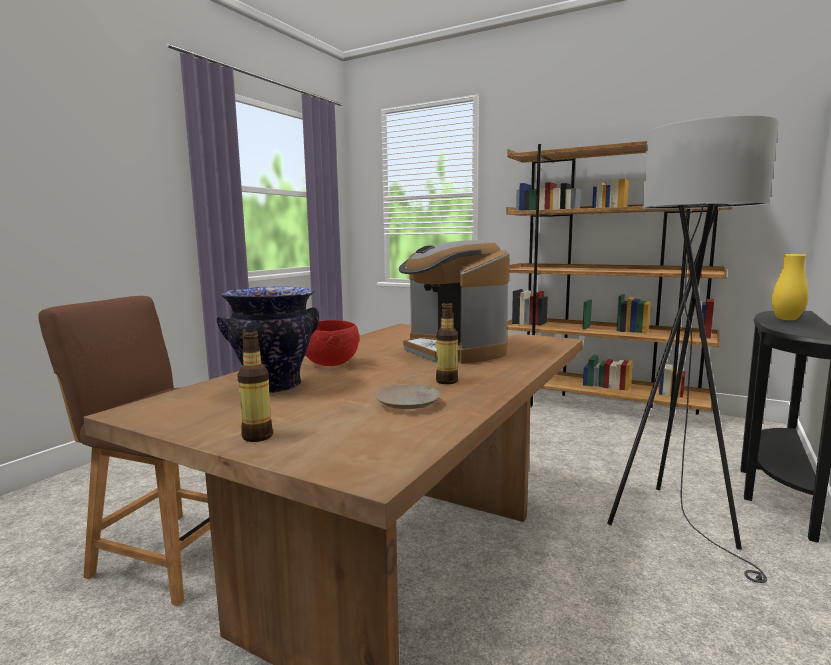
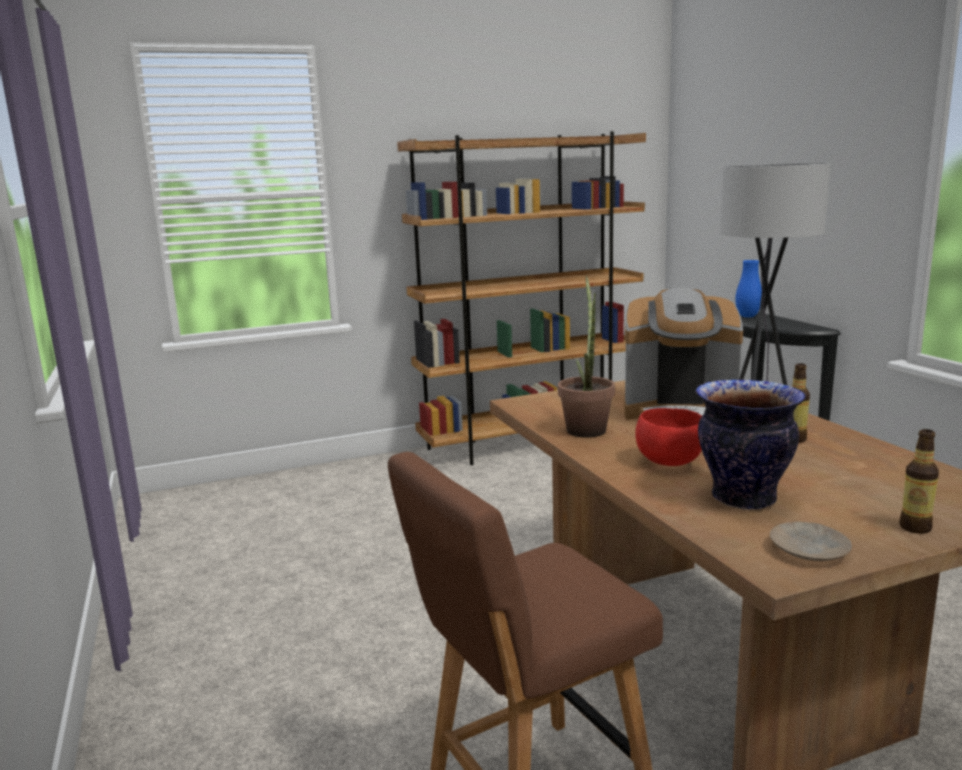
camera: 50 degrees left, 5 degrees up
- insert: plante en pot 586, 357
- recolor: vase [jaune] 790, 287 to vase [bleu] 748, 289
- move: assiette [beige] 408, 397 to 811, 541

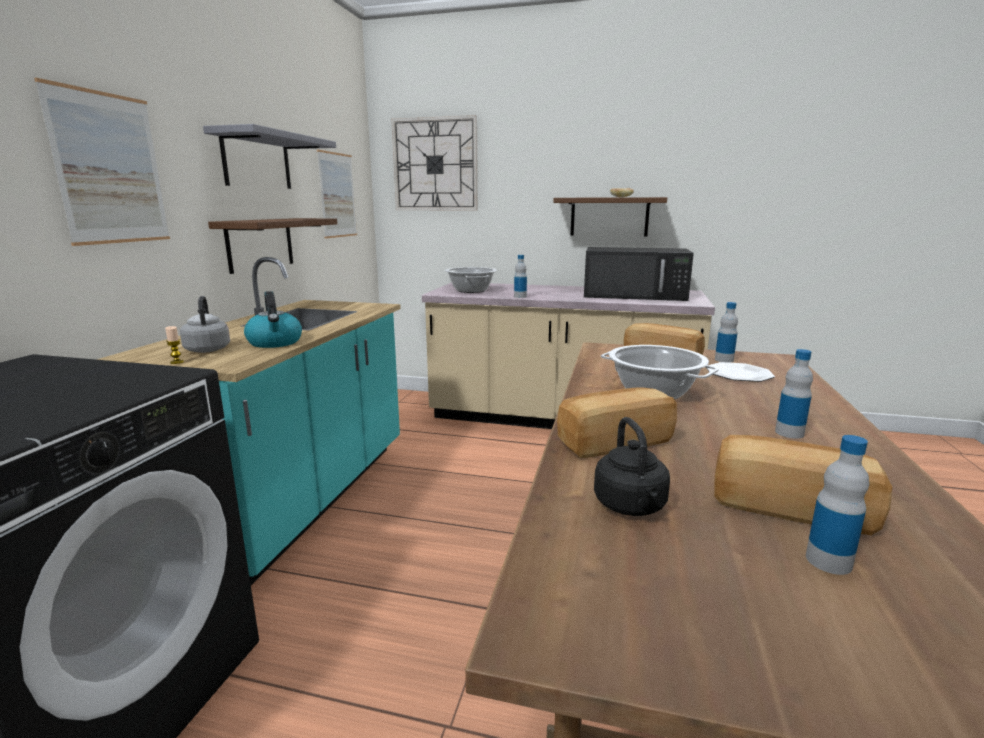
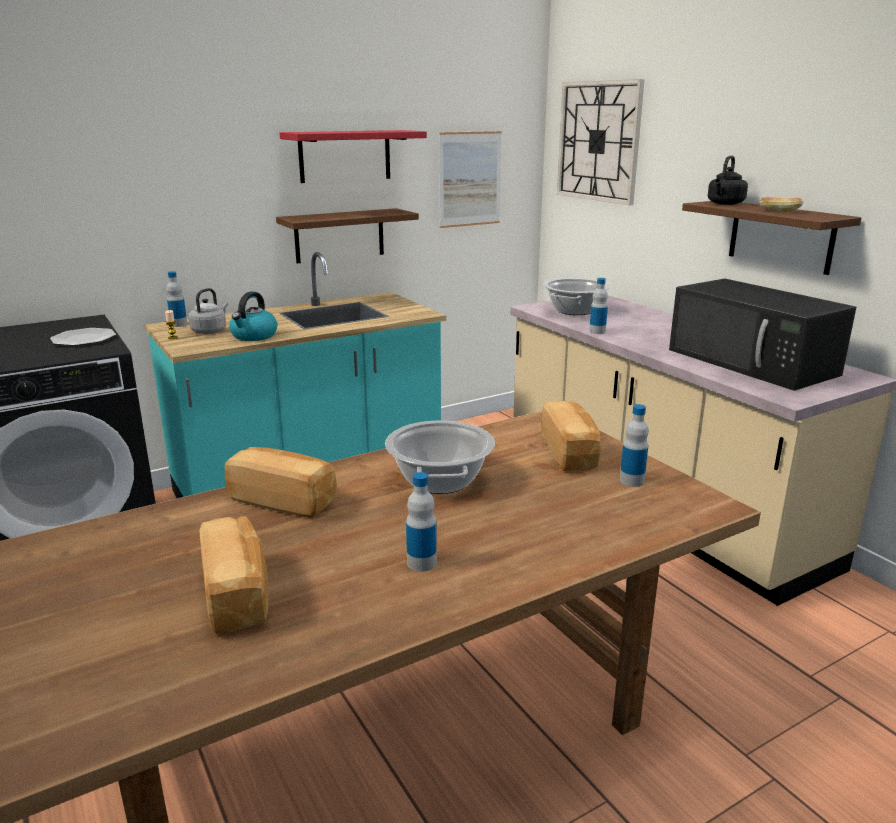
camera: 45 degrees right, 5 degrees up
- move: assiette 741, 372 to 83, 337
- move: bouteille 837, 505 to 176, 299
- recolor: étagère [gris] 269, 156 to étagère [rouge] 353, 156
- move: bouilloire [noir] 632, 466 to 728, 180
- delete: tableau 102, 162

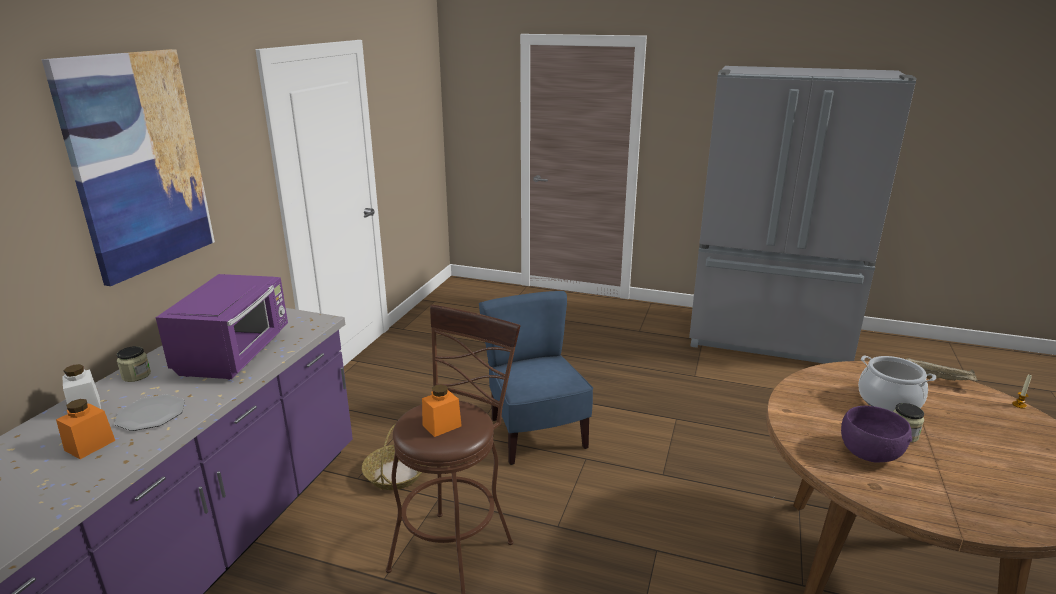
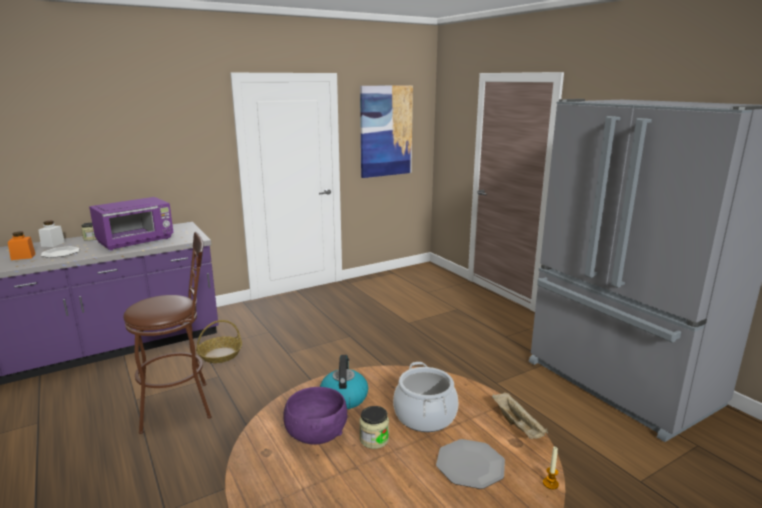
camera: 40 degrees right, 5 degrees down
- insert: bouilloire 344, 382
- move: tableau 128, 167 to 386, 131
- insert: assiette 470, 464
- delete: bocal [orange] 442, 410
- delete: chaise [bleu] 536, 378

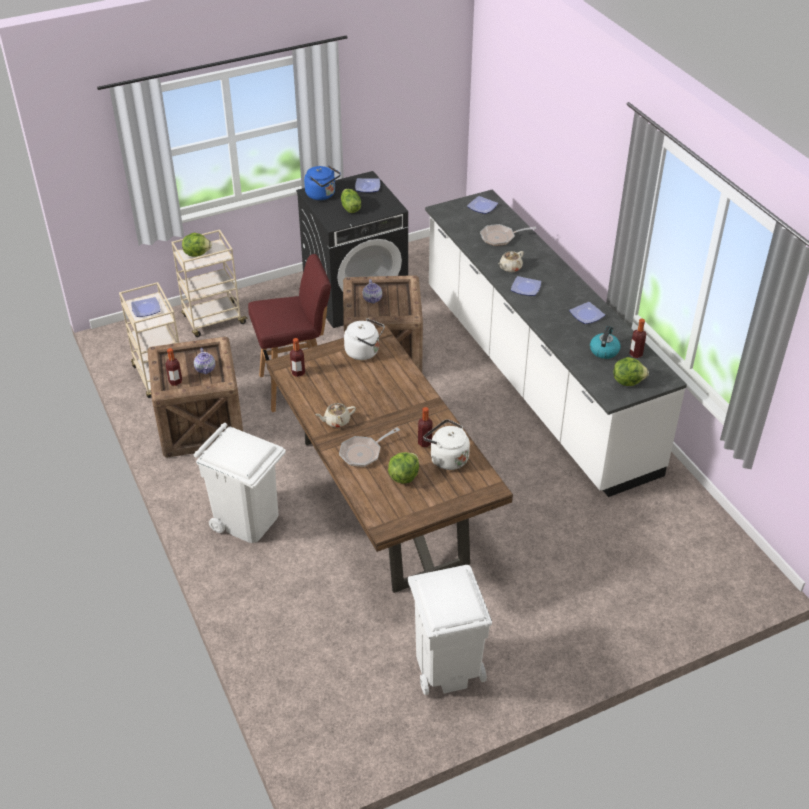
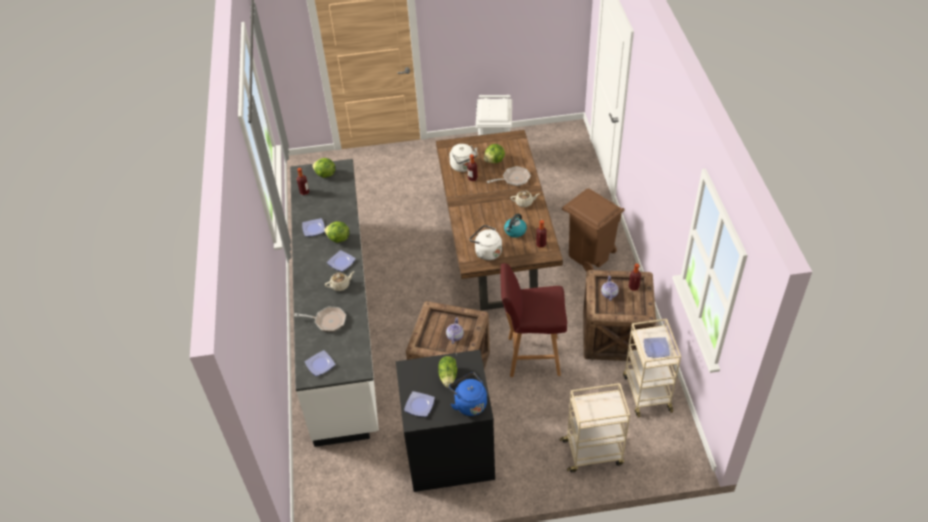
camera: 160 degrees left, 5 degrees up
- move: laitue 197, 245 to 336, 232
- move: bouilloire 605, 342 to 515, 226
- recolor: poubelle [blanc] 240, 483 to poubelle [marron] 593, 230

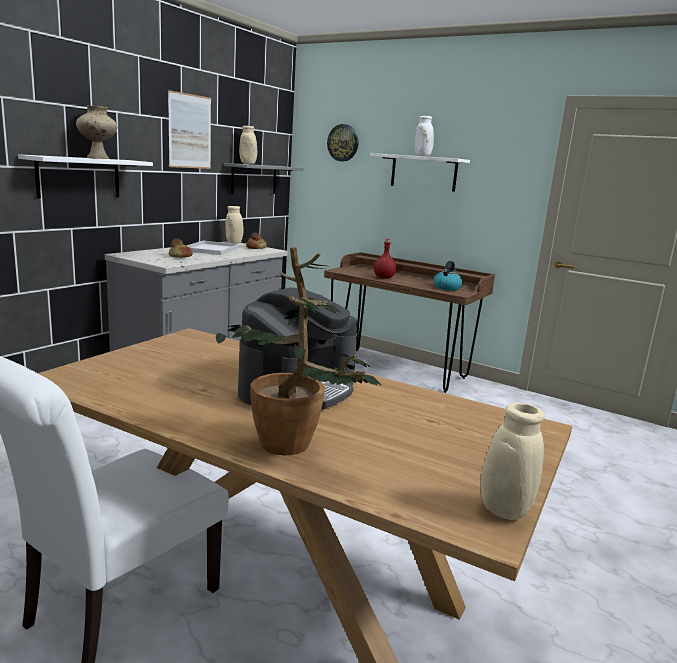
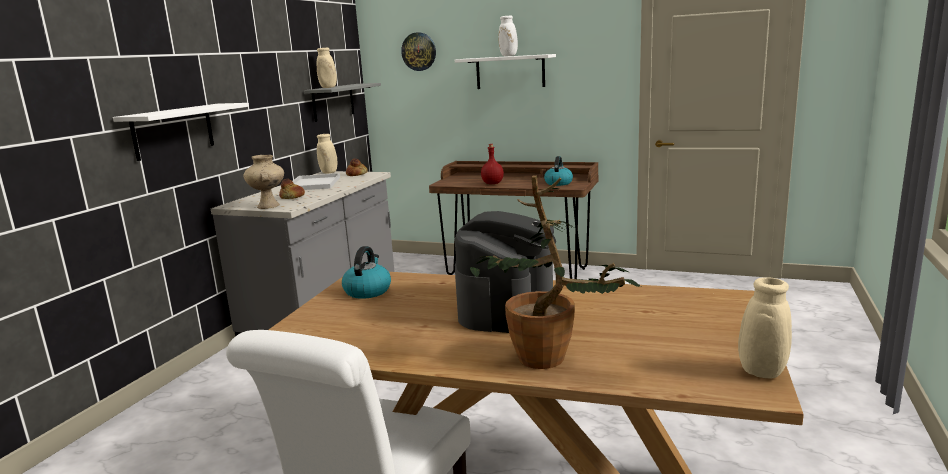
camera: 10 degrees left, 0 degrees up
- move: vase [beige] 96, 132 to 263, 182
- insert: bouilloire 366, 272
- delete: tableau 189, 129

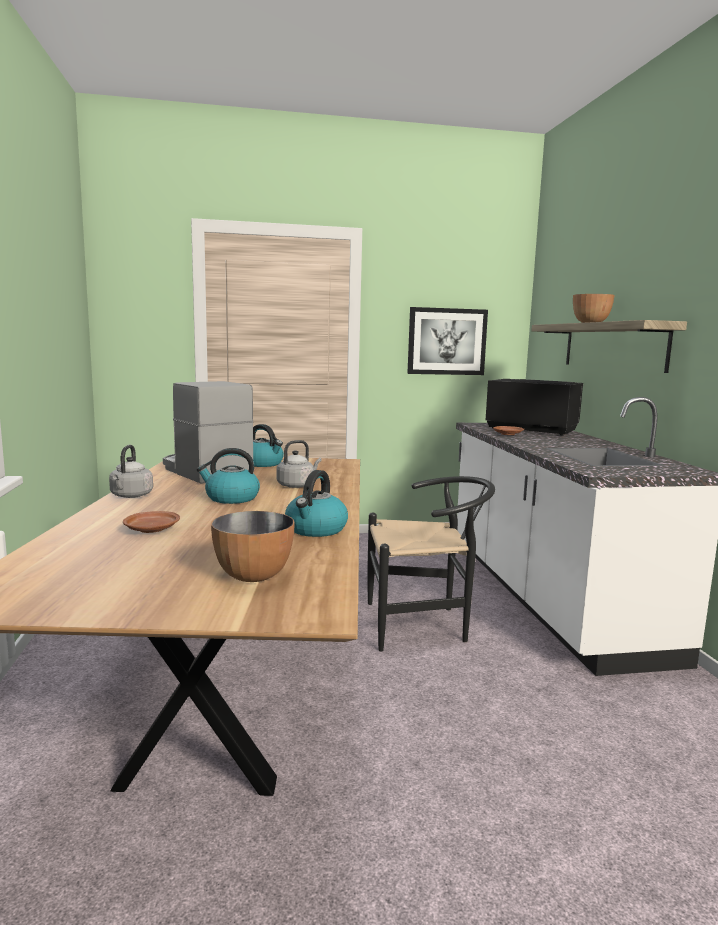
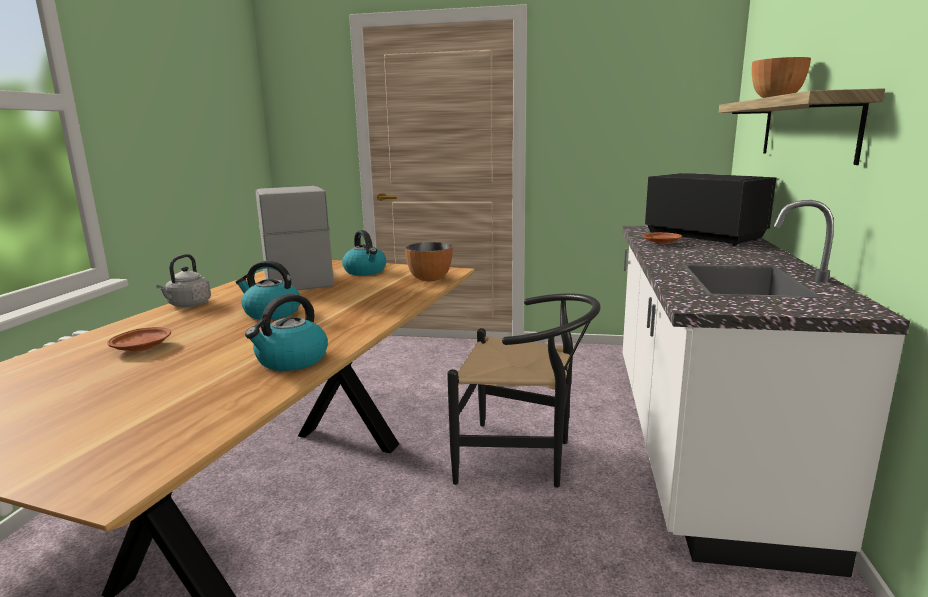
camera: 20 degrees right, 5 degrees up
- move: bol 253, 546 to 429, 261
- delete: bouilloire [gris] 299, 464
- delete: tableau 447, 341

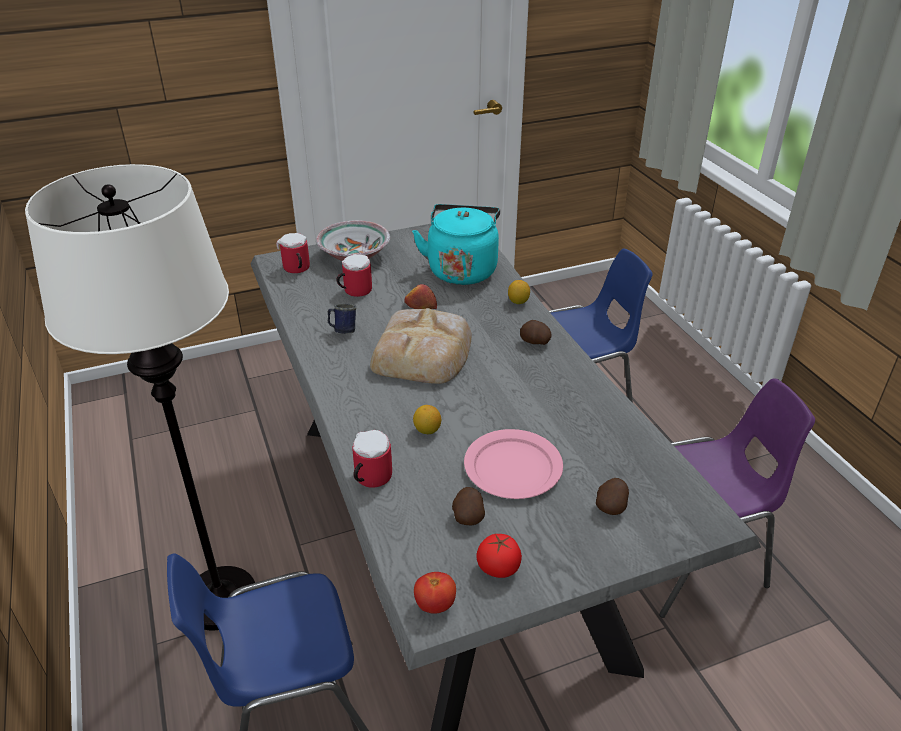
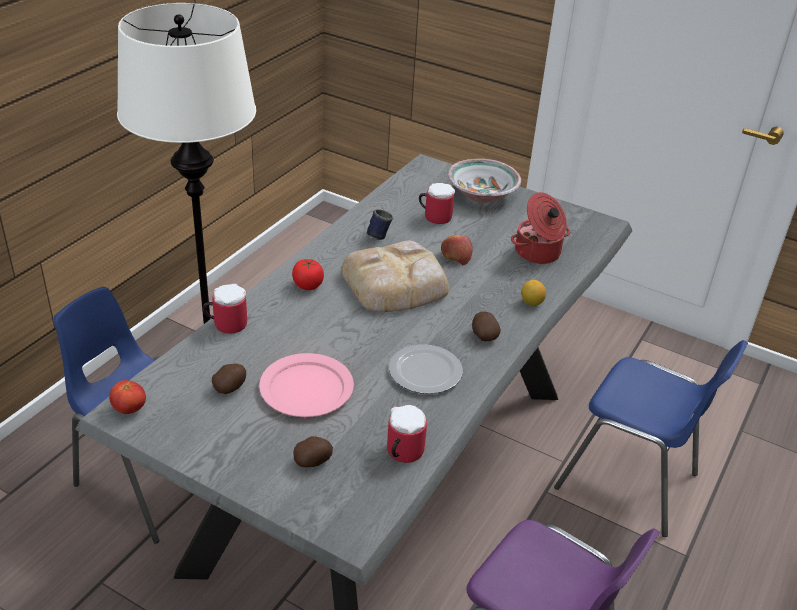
camera: 50 degrees right, 0 degrees up
- move: tomate 499, 556 to 308, 274
- move: mug 293, 253 to 407, 434
- insert: assiette 426, 369
- replace: bouilloire [turquoise] 456, 244 to marmite 540, 228
- delete: citron 427, 419

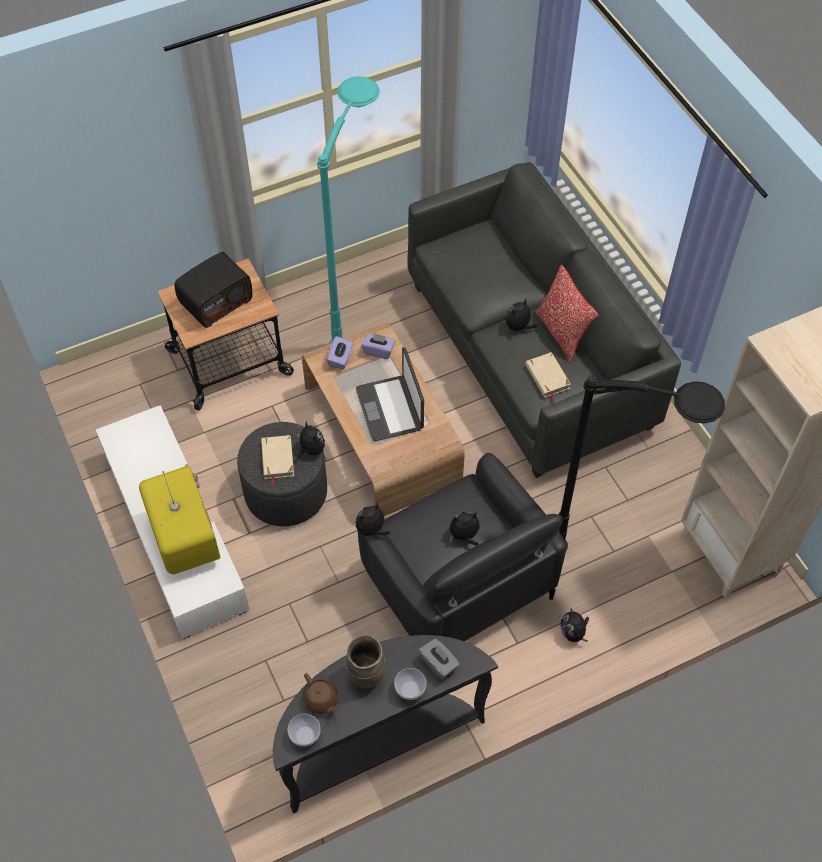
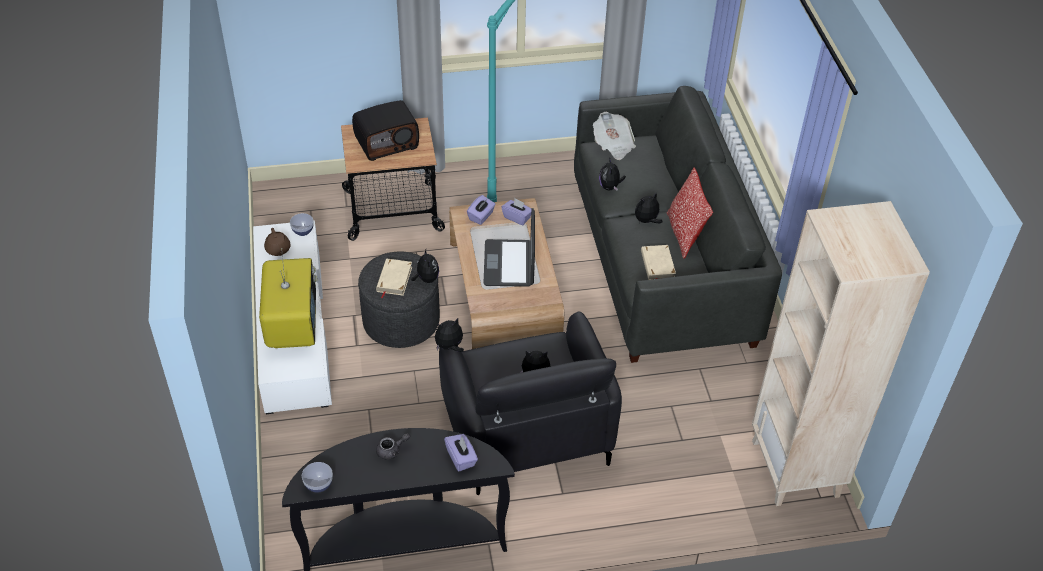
camera: 15 degrees right, 10 degrees down
- move: théière [marron] 320, 694 to 277, 242
- move: bol 410, 684 to 302, 224
- replace: vase [marron] 364, 662 to théière [gris] 393, 446
- recolor: boîte à mouchoirs [gris] 439, 659 to boîte à mouchoirs [violet] 461, 452
- insert: journal 614, 136
- move: peluche 574, 625 to 612, 174
- delete: lampadaire [noir] 642, 463

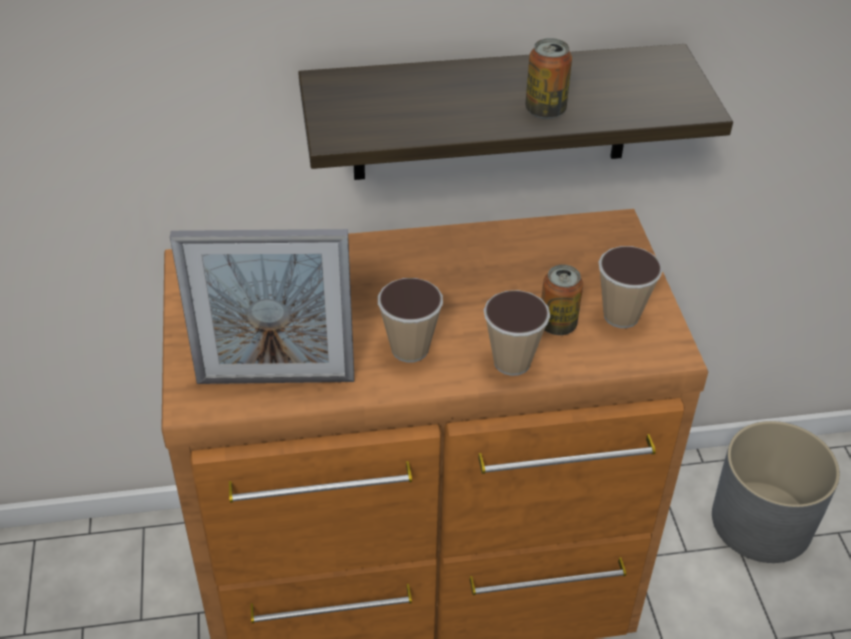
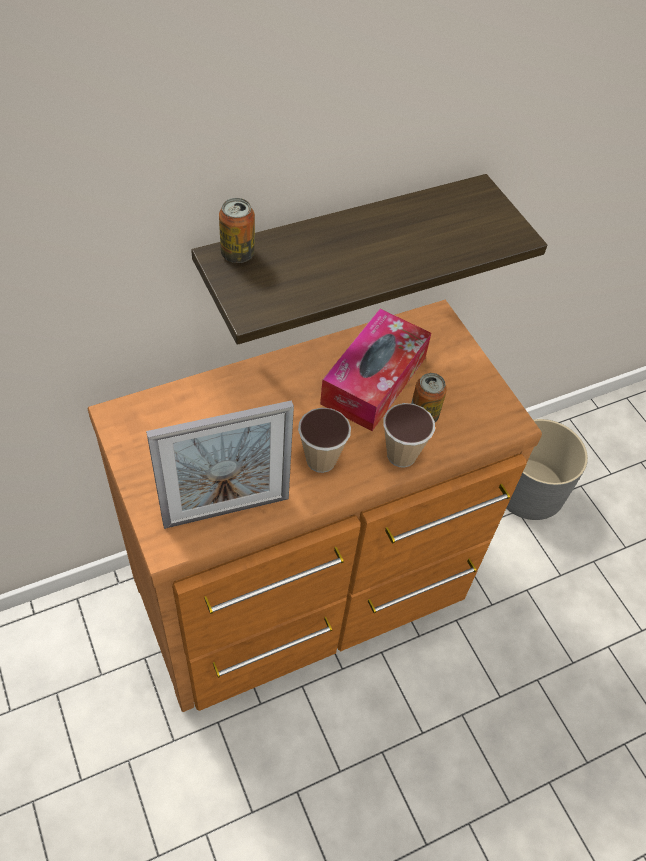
camera: 20 degrees left, 10 degrees up
- move: boîte métallique 548, 78 to 237, 230
- insert: boîte à mouchoirs 375, 370
- delete: tasse 630, 287

